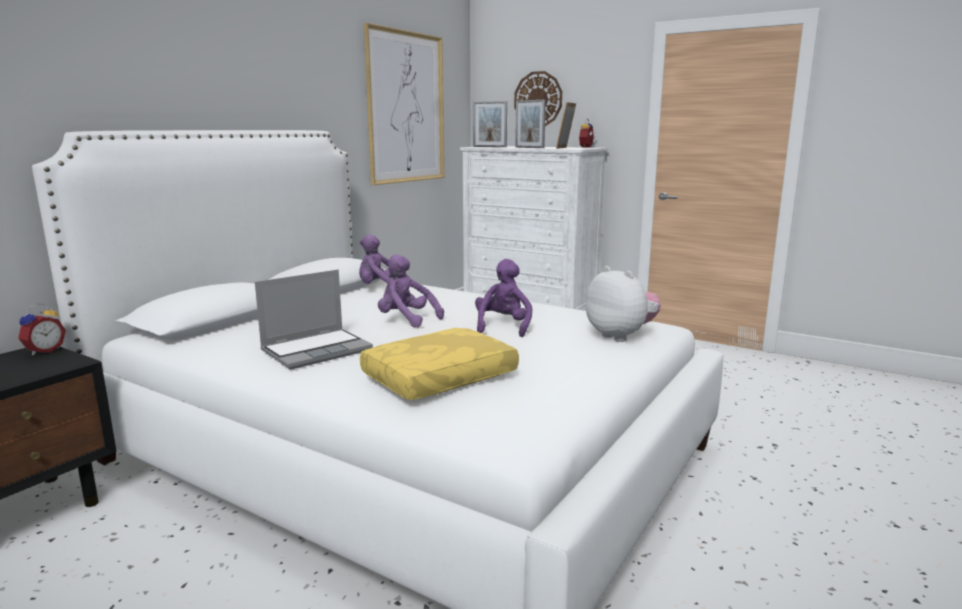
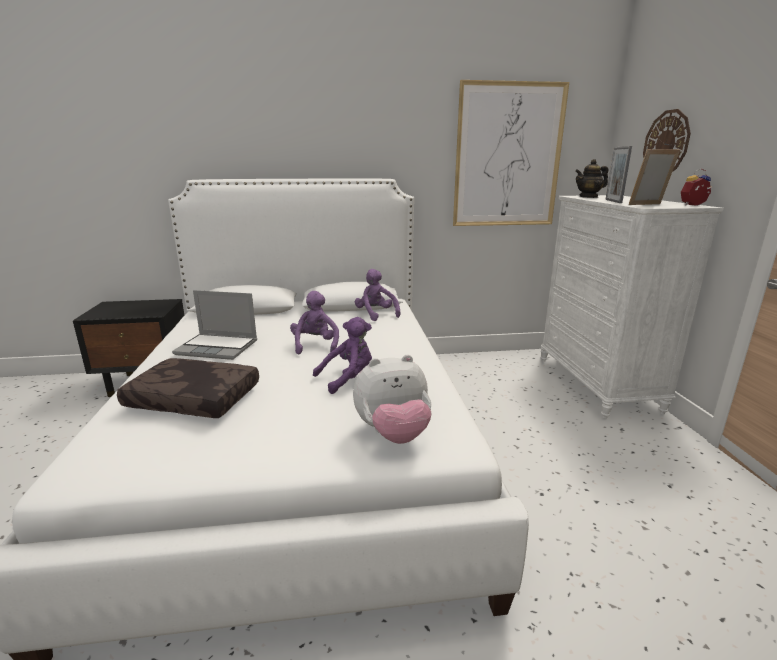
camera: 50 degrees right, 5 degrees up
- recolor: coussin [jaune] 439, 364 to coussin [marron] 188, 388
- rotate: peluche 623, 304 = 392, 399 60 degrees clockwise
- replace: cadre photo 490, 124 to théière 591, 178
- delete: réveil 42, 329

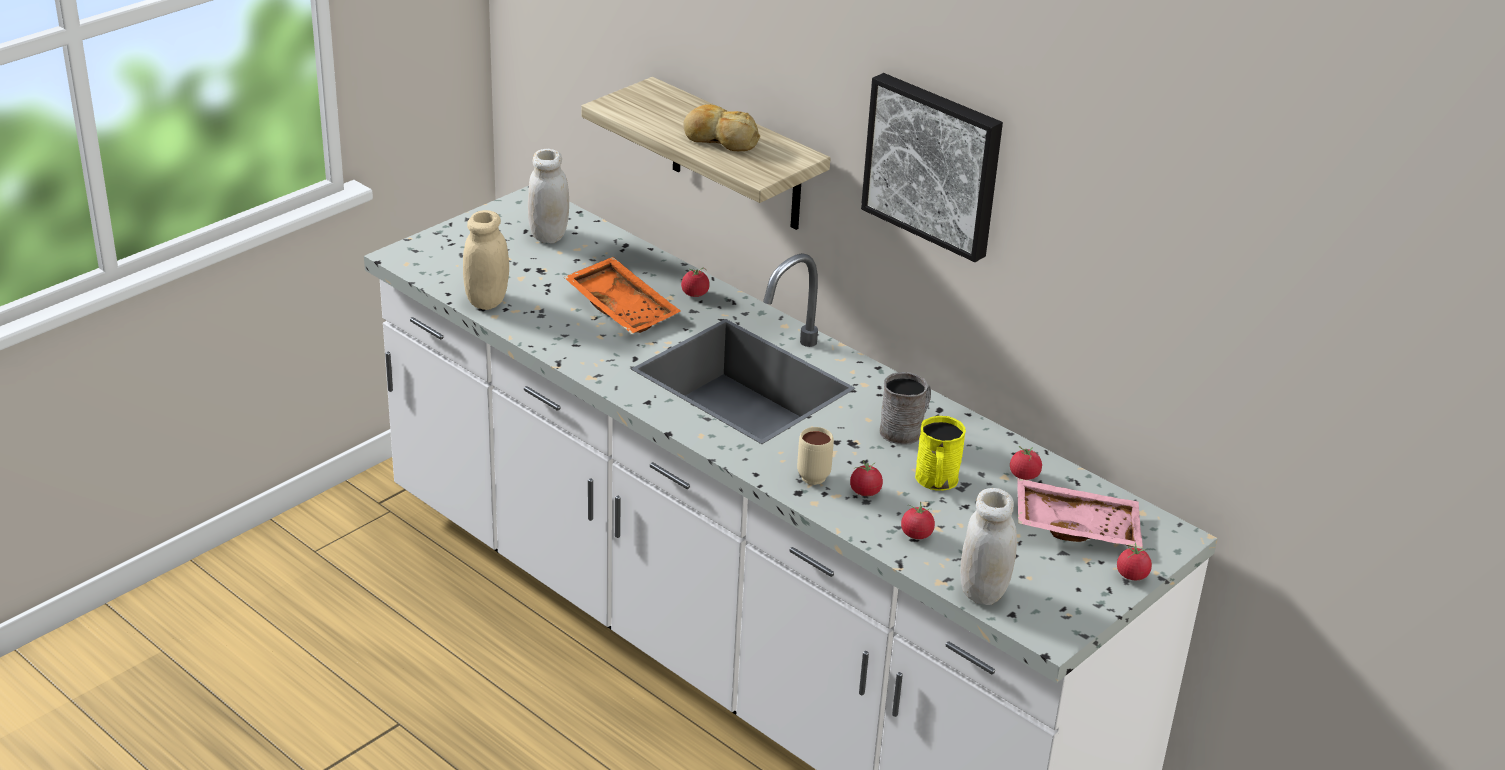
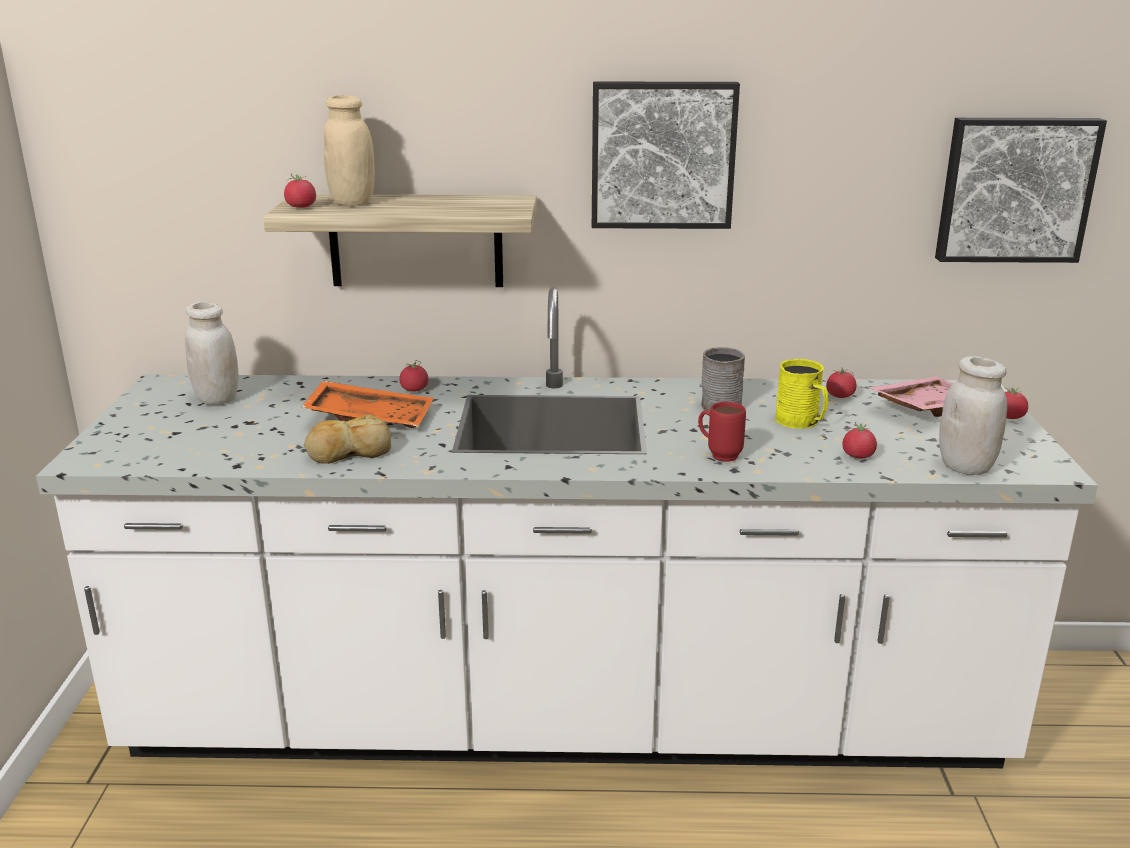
camera: 40 degrees left, 10 degrees down
- move: tomate 866, 478 to 300, 191
- move: pain 722, 127 to 347, 439
- move: bocal [beige] 486, 260 to 349, 150
- recolor: mug [beige] 815, 456 to mug [rouge] 722, 432
- insert: tableau 1021, 190

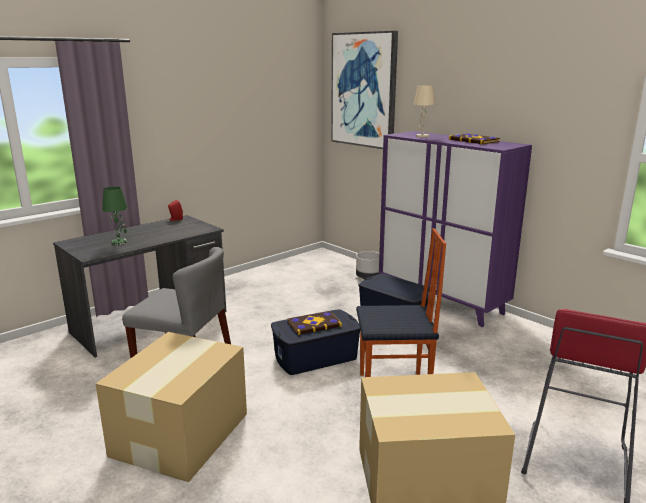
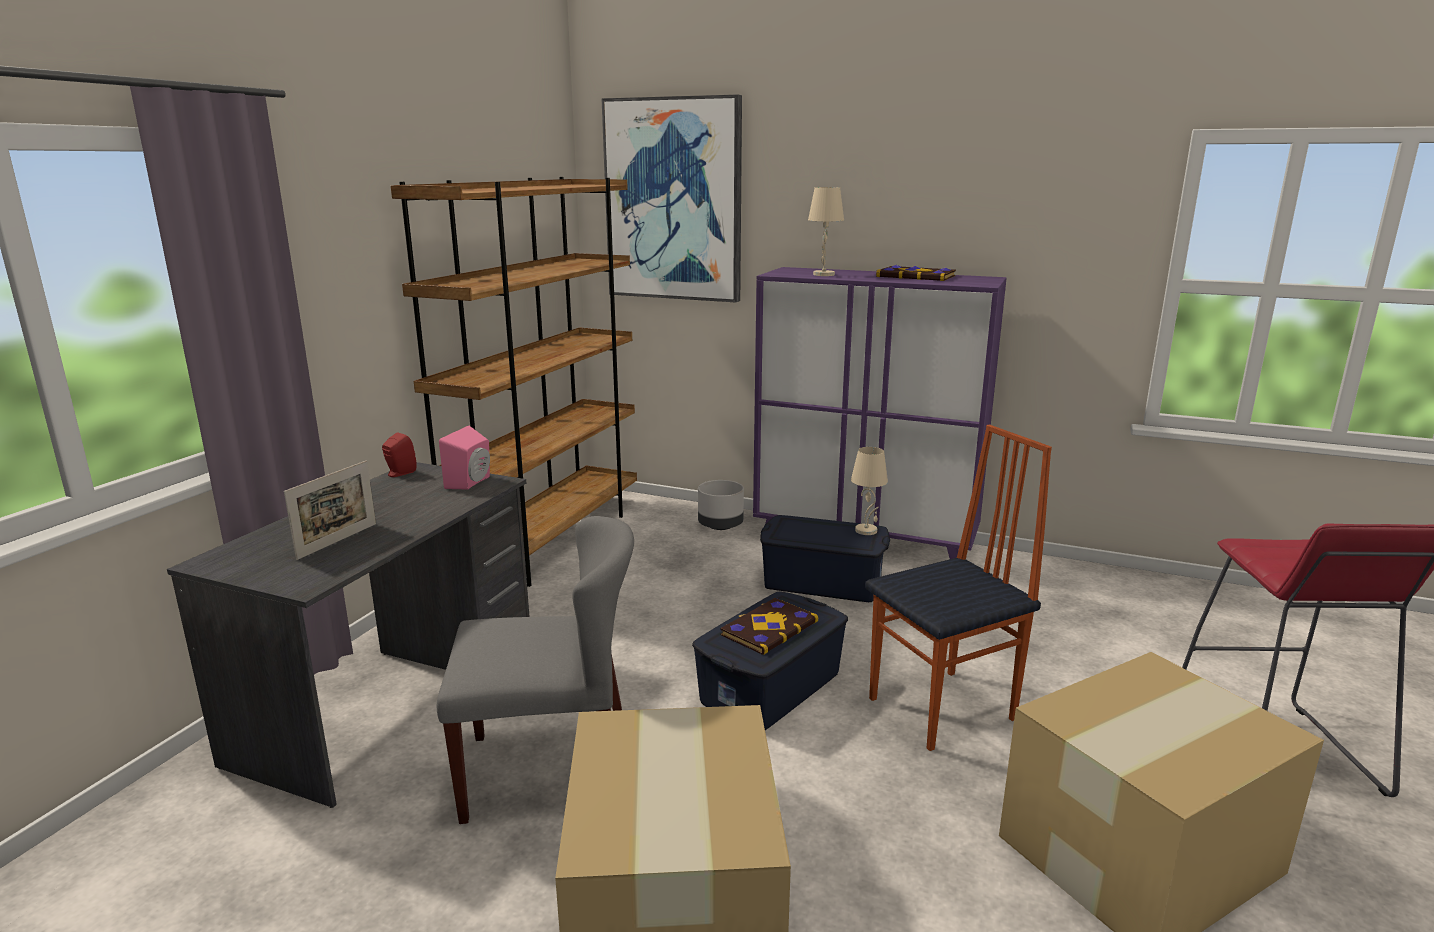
camera: 25 degrees left, 0 degrees up
- replace: lampe de table [vert] 114, 216 to cadre photo 330, 510
- insert: bibliothèque [marron] 514, 382
- insert: enceinte [rose] 464, 457
- insert: lampe de table [beige] 869, 491

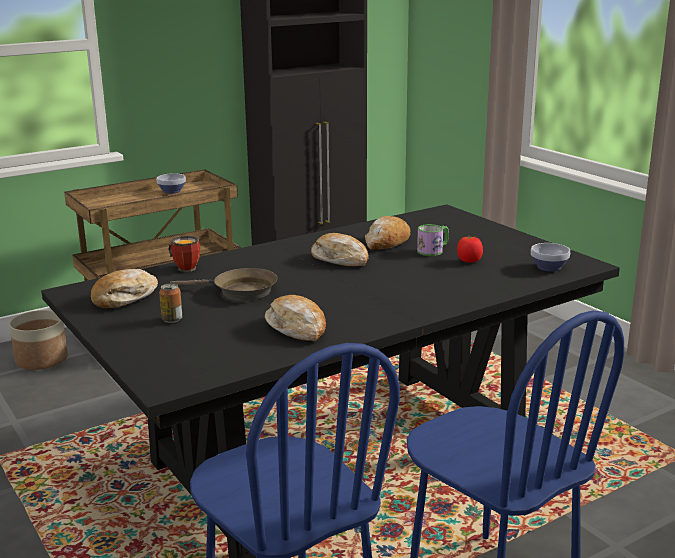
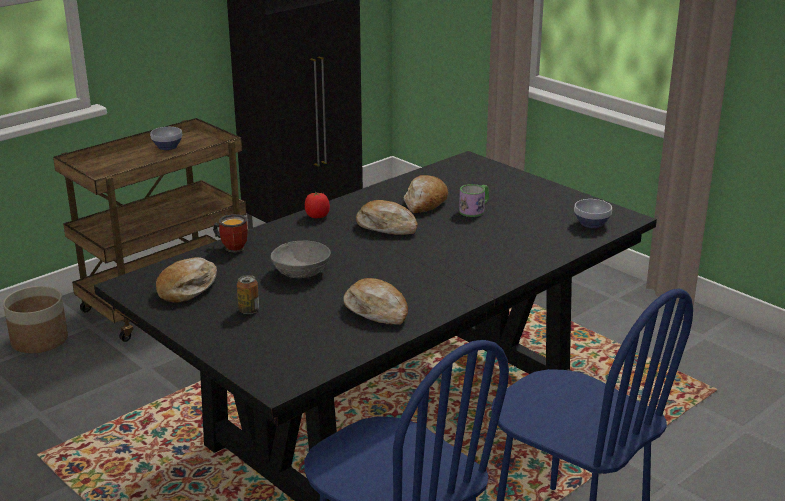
camera: 10 degrees left, 5 degrees up
- replace: poêle [marron] 224, 284 to bol [gris] 300, 259
- move: tomate 470, 249 to 317, 204

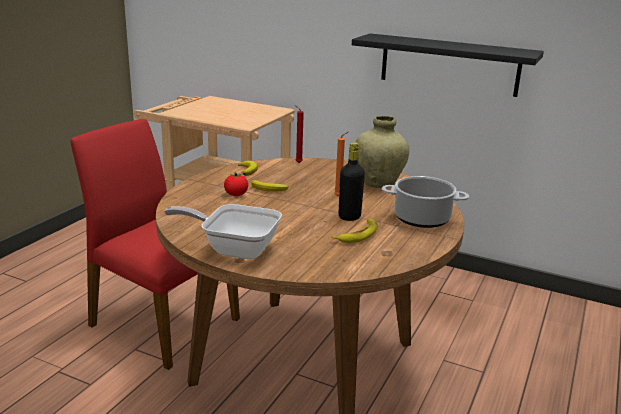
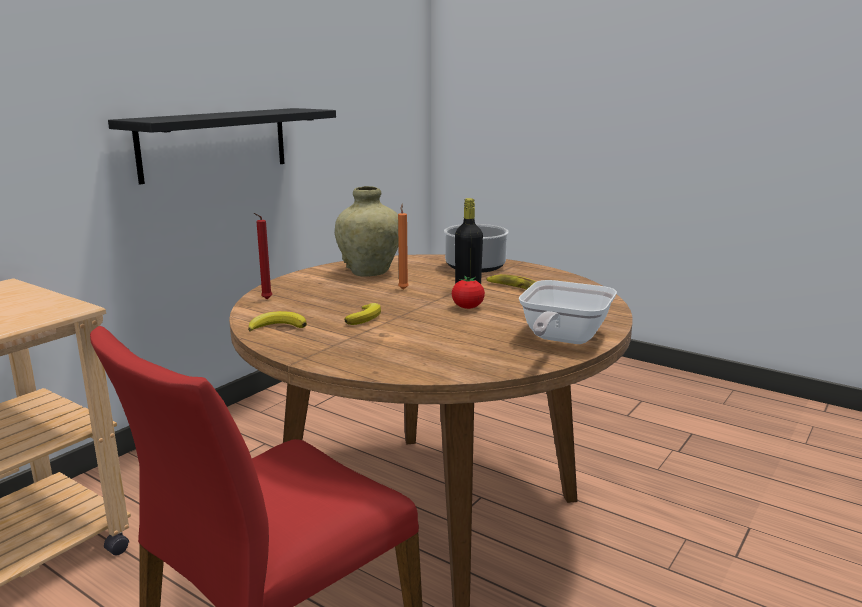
camera: 80 degrees left, 5 degrees down
- move: tomate 236, 184 to 468, 292

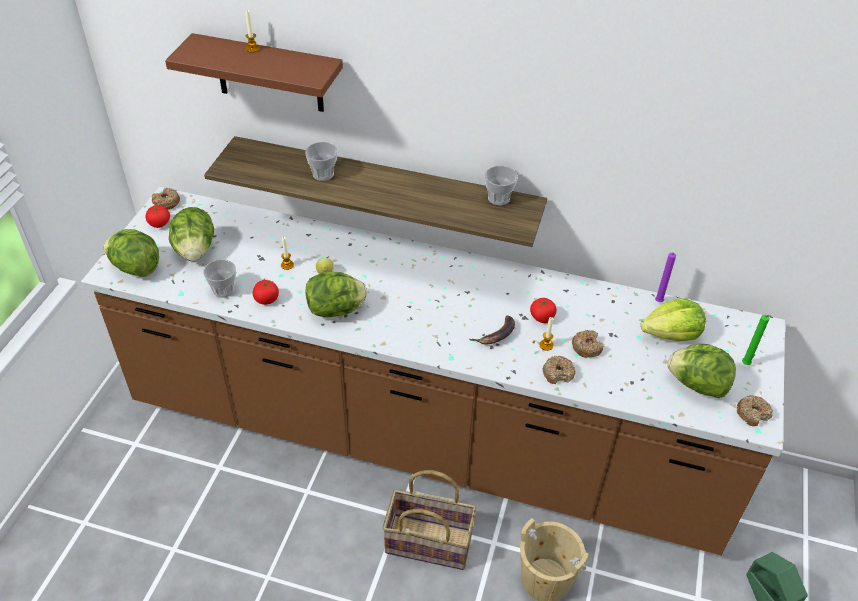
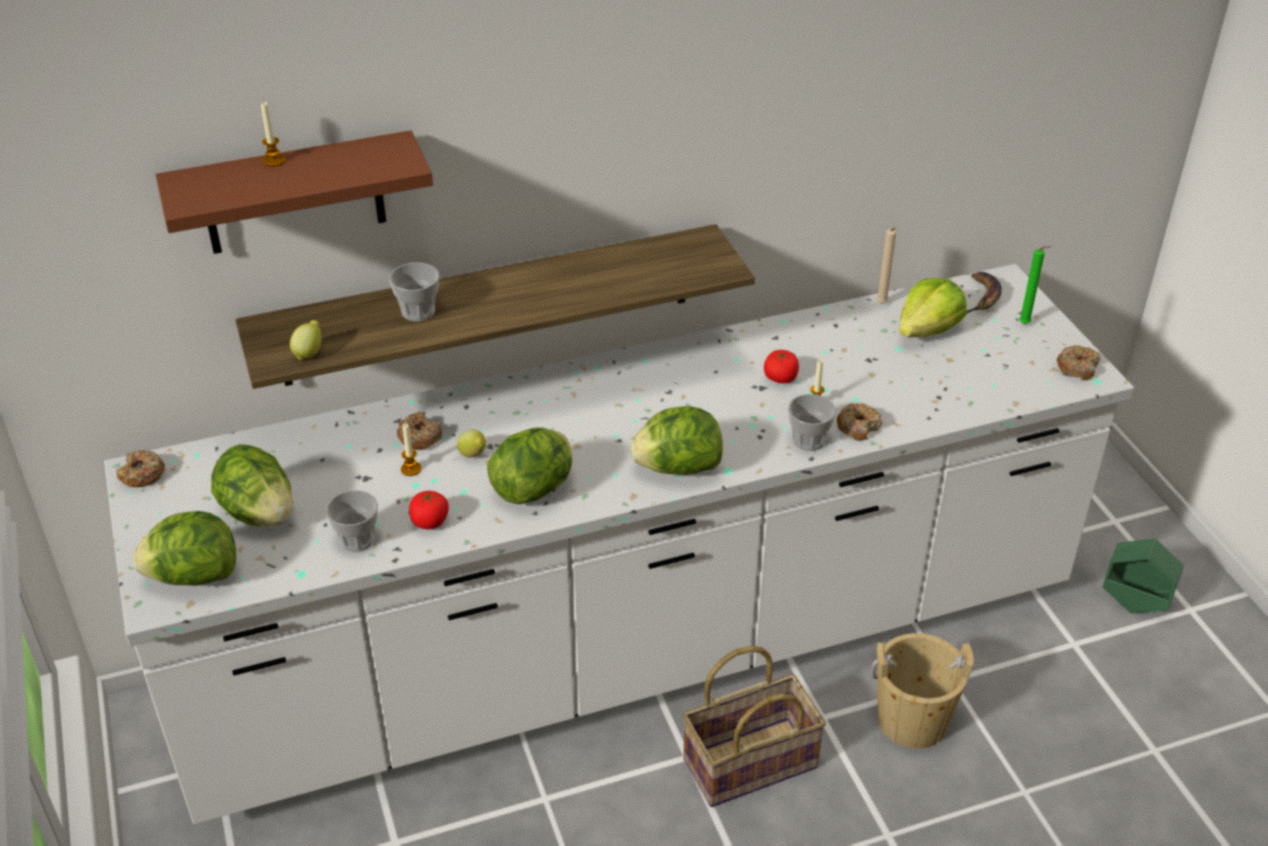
camera: 35 degrees left, 5 degrees down
- recolor: comptoir de cuisine [marron] 433, 371 to comptoir de cuisine [blanc] 619, 544
- insert: citron 306, 340
- move: beignet 587, 344 to 419, 431
- move: laitue 701, 371 to 677, 440
- move: tasse 501, 185 to 812, 422
- recolor: bougie [violet] 665, 277 to bougie [beige] 886, 266
- move: banane 492, 329 to 984, 292
- delete: tomate 158, 216

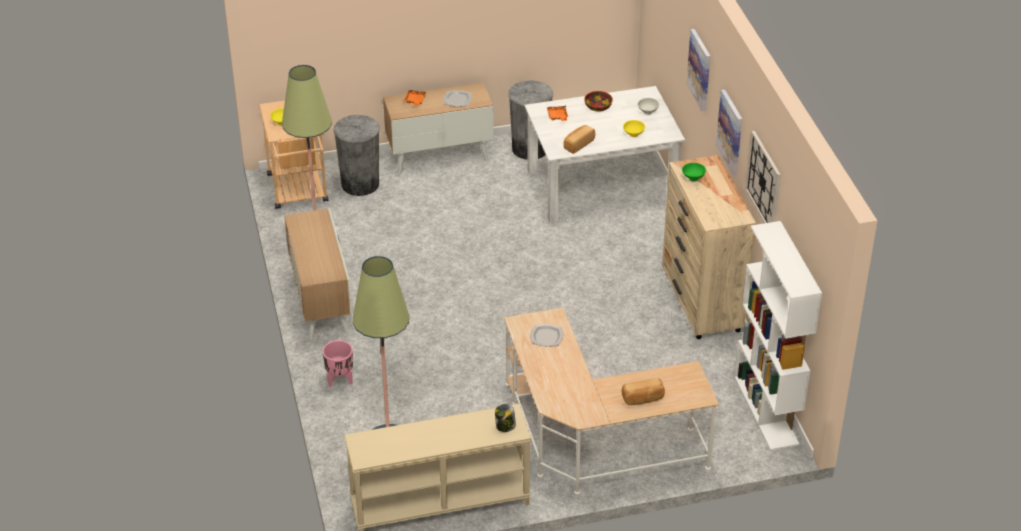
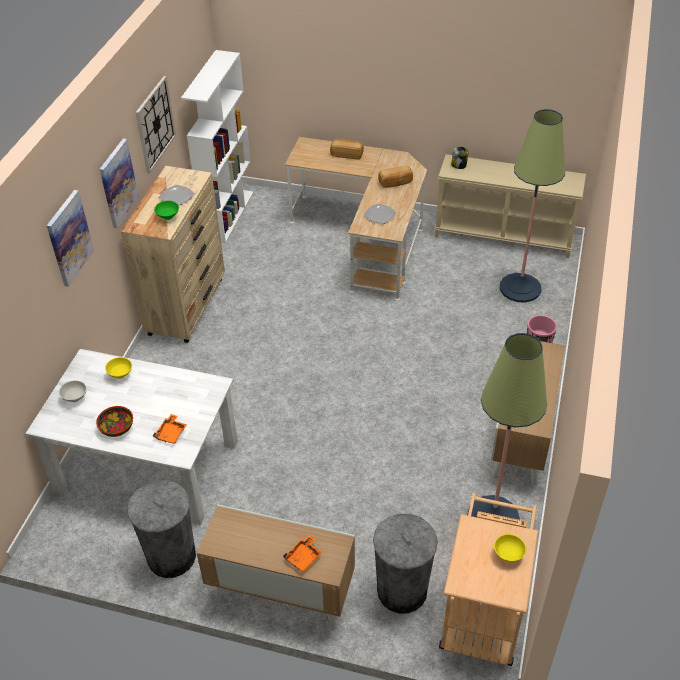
camera: 150 degrees left, 5 degrees up
- move: assiette 458, 98 to 177, 195
- move: pain 579, 139 to 395, 177

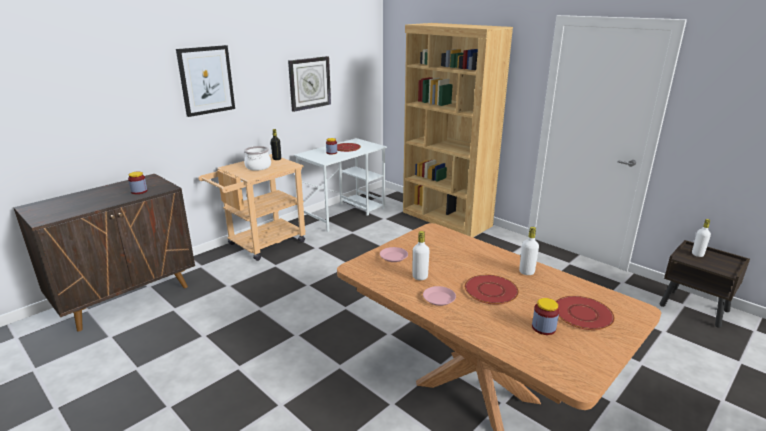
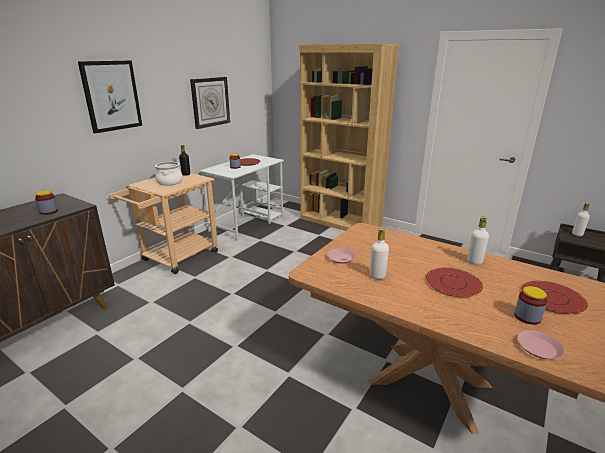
camera: 10 degrees left, 0 degrees up
- move: assiette [rose] 439, 296 to 541, 344

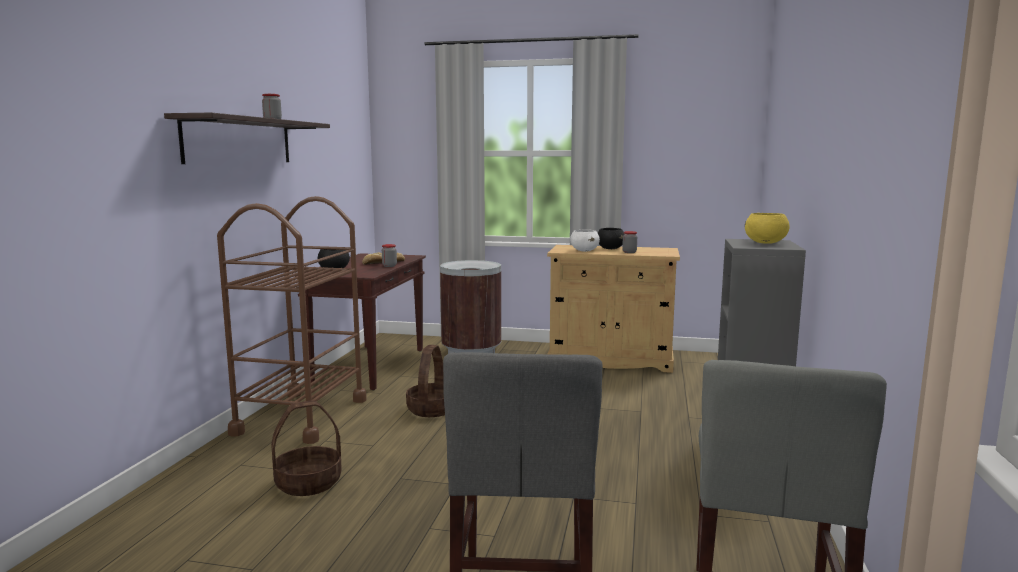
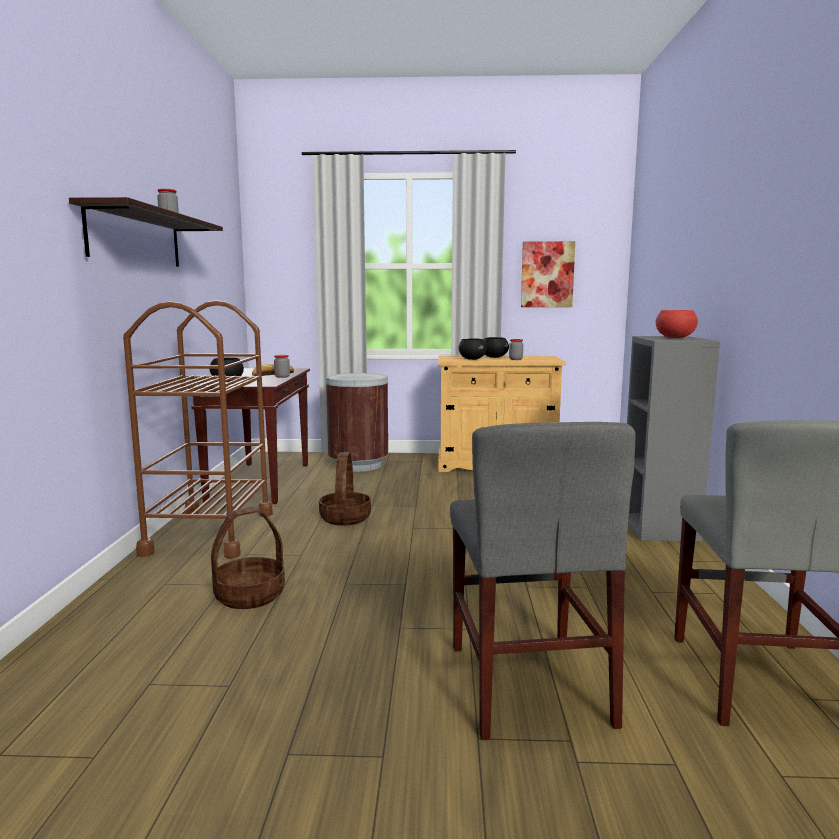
camera: 10 degrees left, 0 degrees up
- recolor: bol [blanc] 585, 240 to bol [noir] 472, 349
- insert: tableau 548, 274
- recolor: bol [jaune] 767, 228 to bol [rouge] 677, 324

